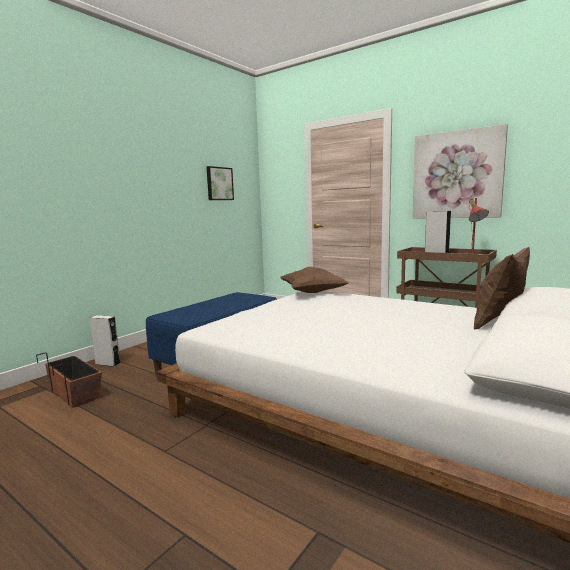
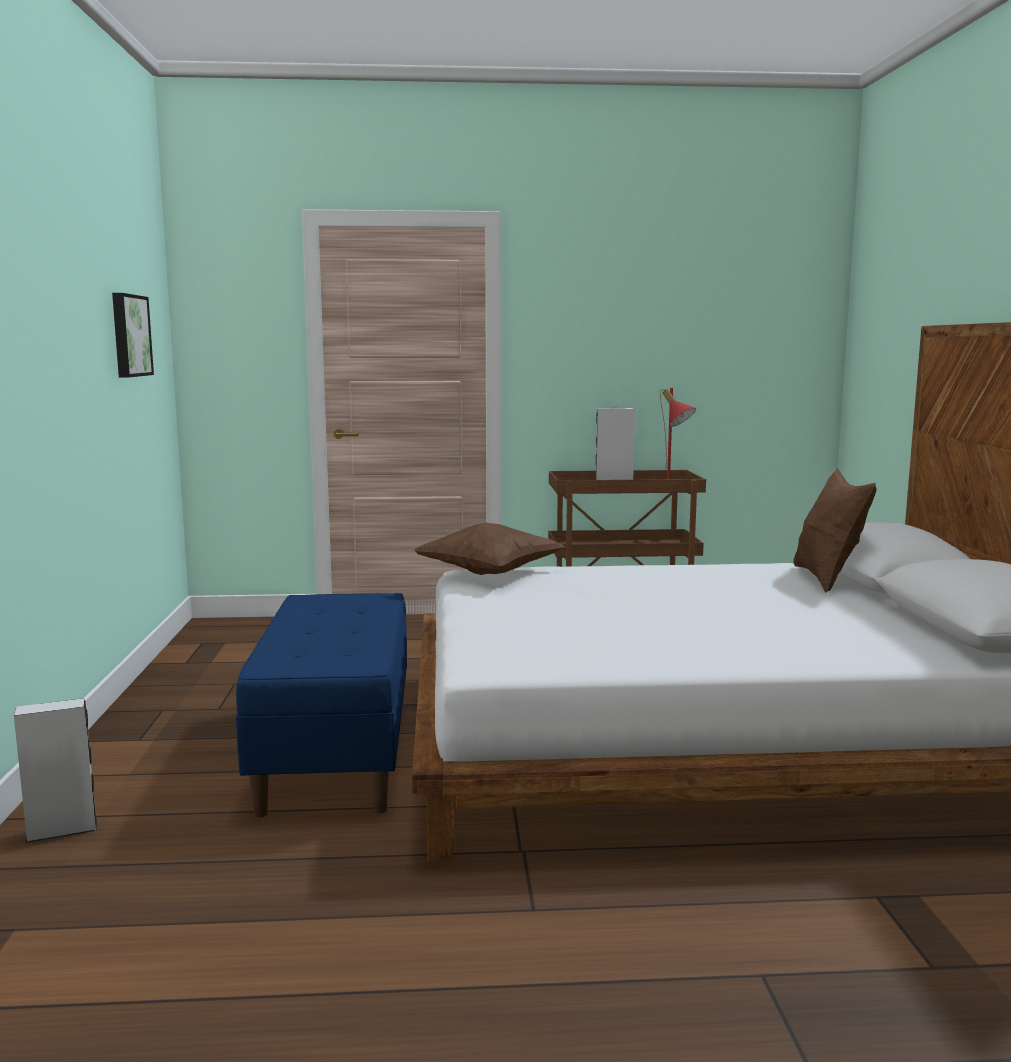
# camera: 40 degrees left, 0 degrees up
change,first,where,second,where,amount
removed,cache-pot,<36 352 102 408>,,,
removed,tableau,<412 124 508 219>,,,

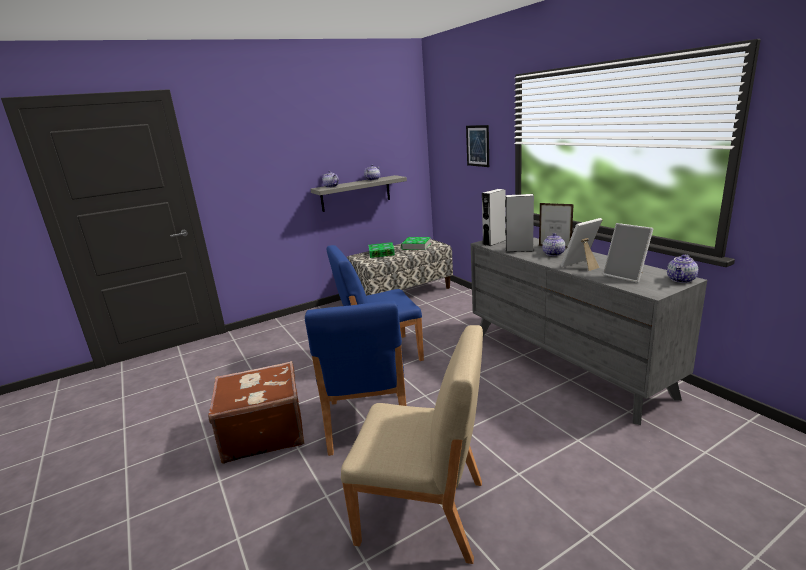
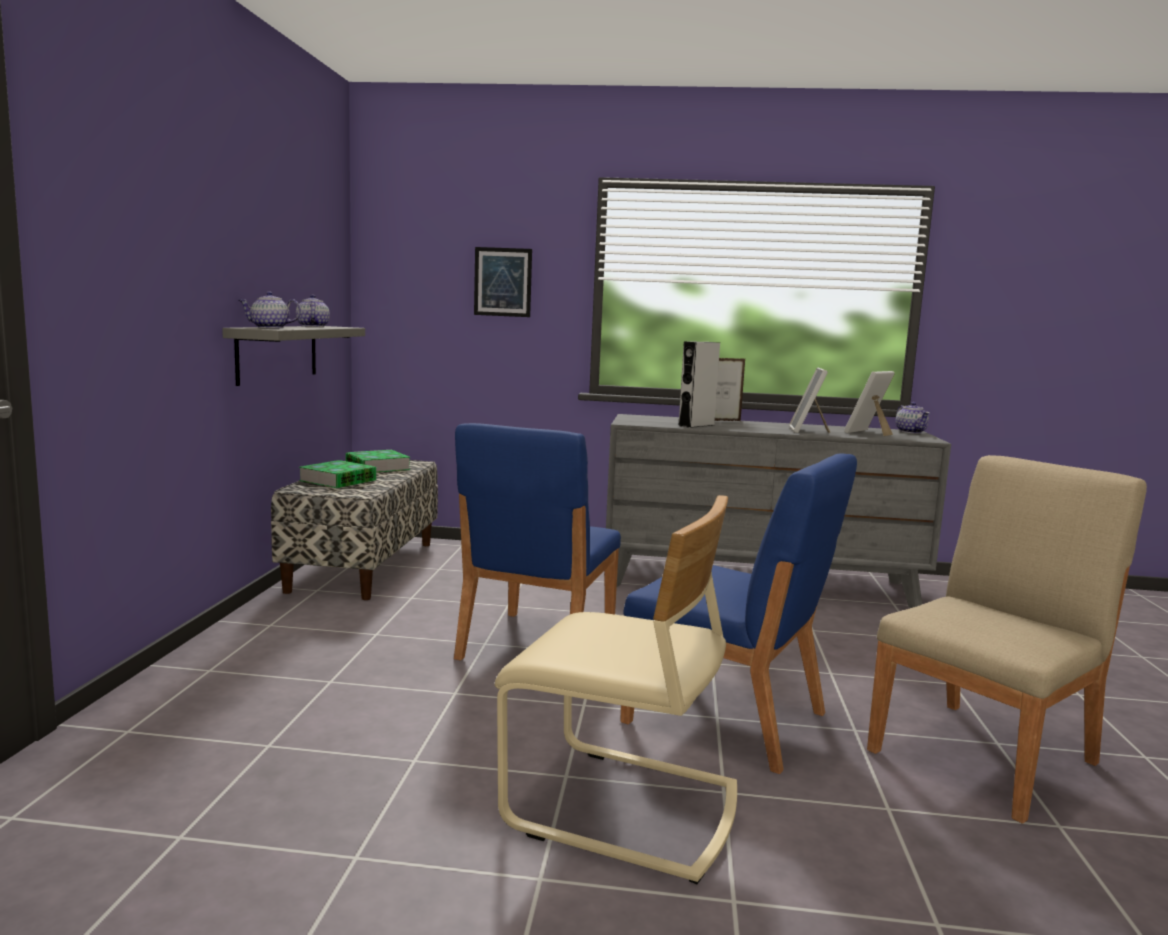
# camera: 55 degrees left, 10 degrees down
change,first,where,second,where,amount
replaced,valise [marron],<208 361 305 464>,chaise [beige],<494 495 737 884>,
removed,enceinte [gris],<482 189 506 246>,,,
removed,théière,<542 233 565 256>,,,
turned,cadre photo,<603 223 654 283>,,<844 371 895 436>,135 degrees clockwise

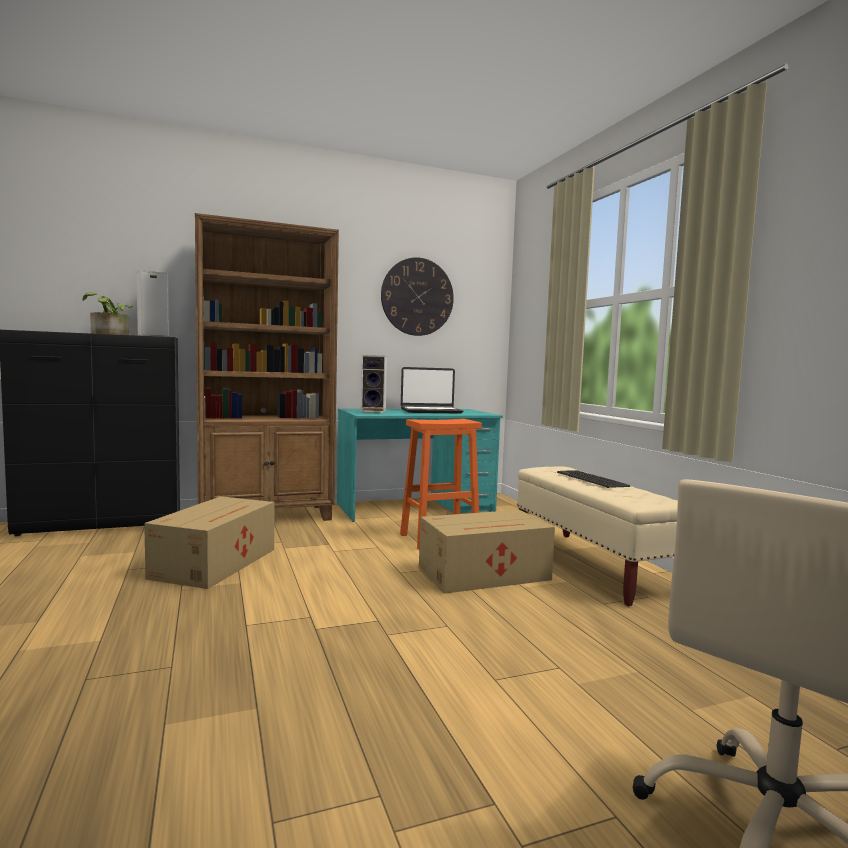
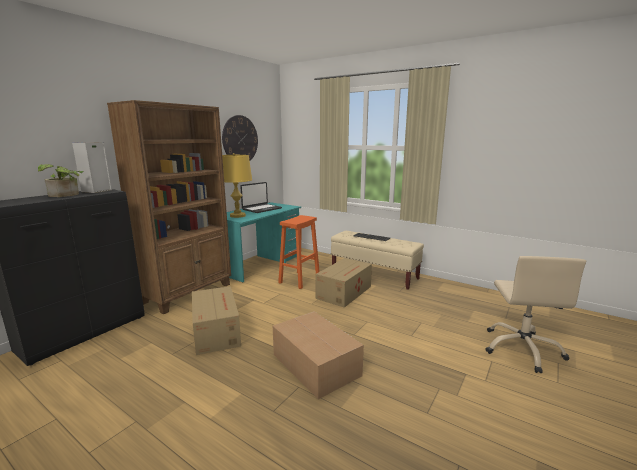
# camera: 35 degrees left, 10 degrees up
change,first,where,second,where,amount
replaced,enceinte,<361 355 387 413>,lampe de table [jaune],<222 153 252 218>,
added,,,carton,<273 311 364 399>,

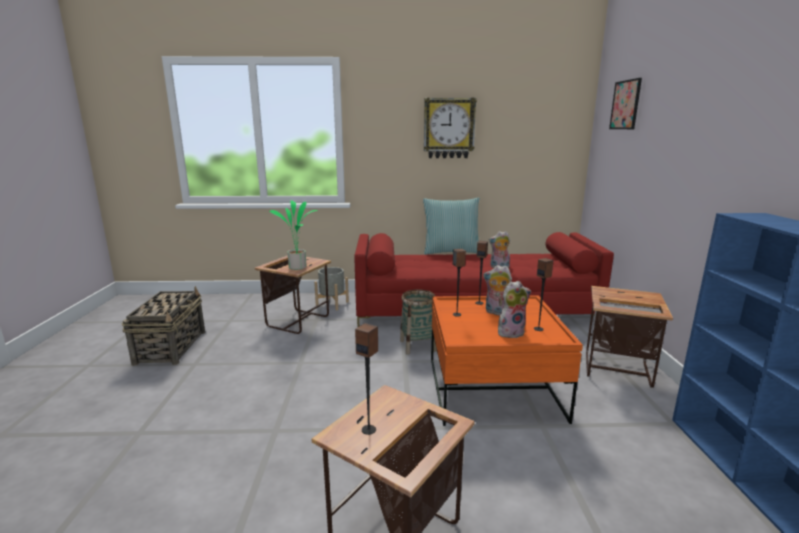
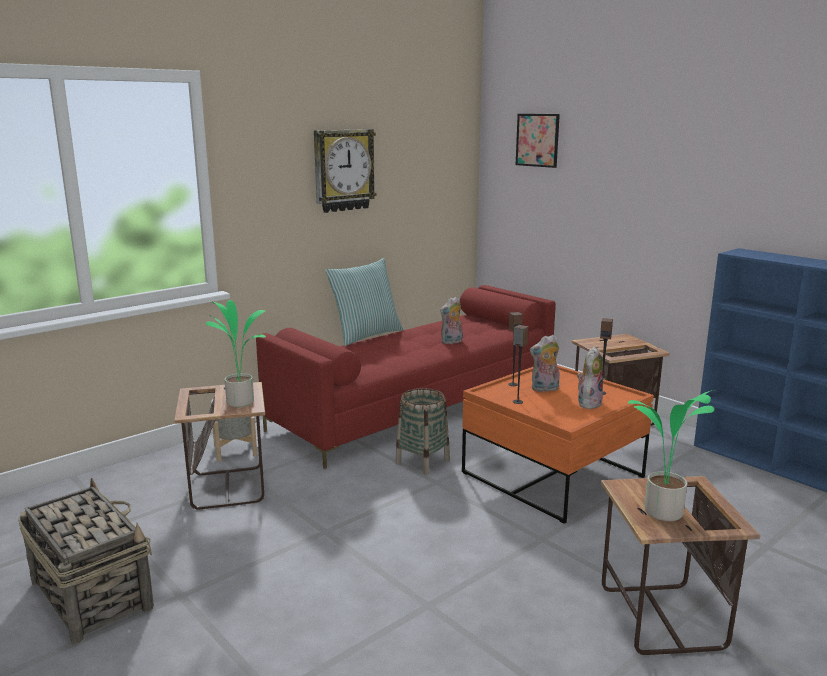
# camera: 40 degrees left, 0 degrees up
change,first,where,second,where,amount
replaced,enceinte,<355 323 378 435>,plante en pot,<628 390 714 521>,

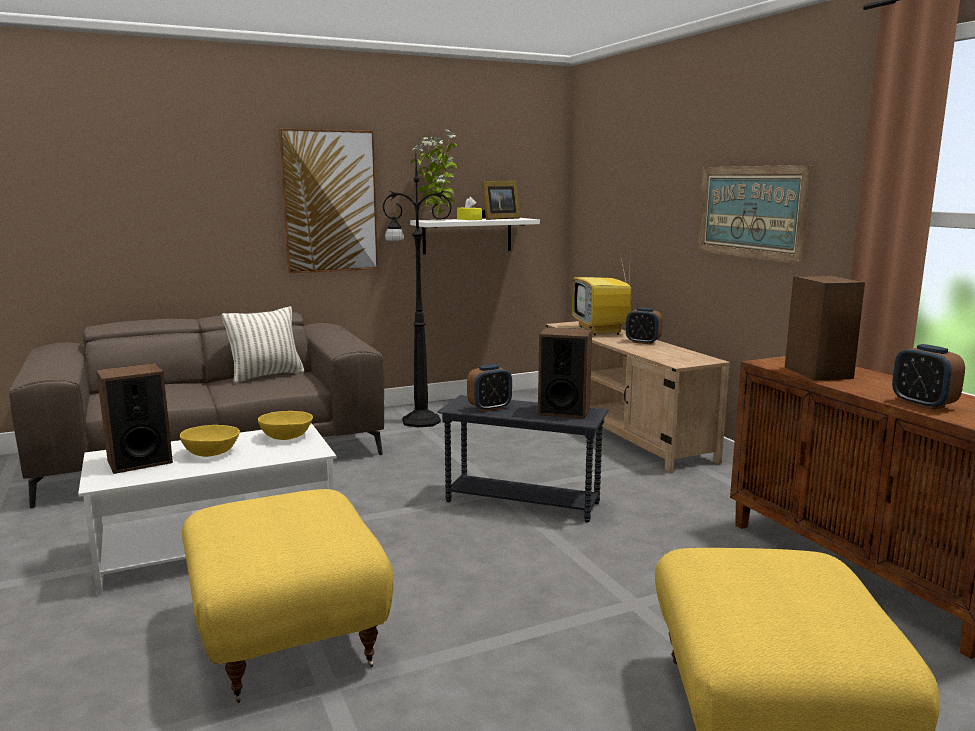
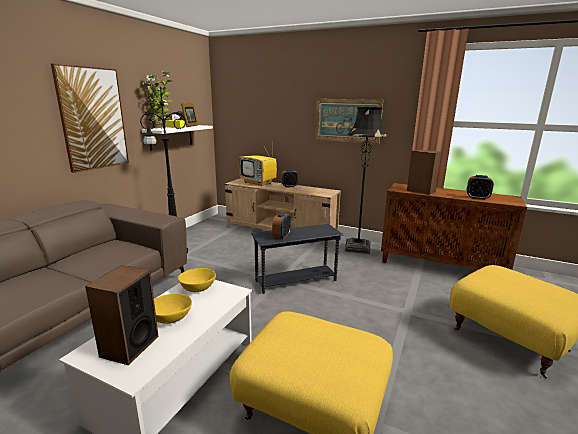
# camera: 40 degrees left, 5 degrees up
change,first,where,second,where,amount
removed,coussin,<222 307 304 383>,,,
removed,enceinte,<538 327 592 419>,,,
added,,,lampadaire [noir],<345 107 387 254>,

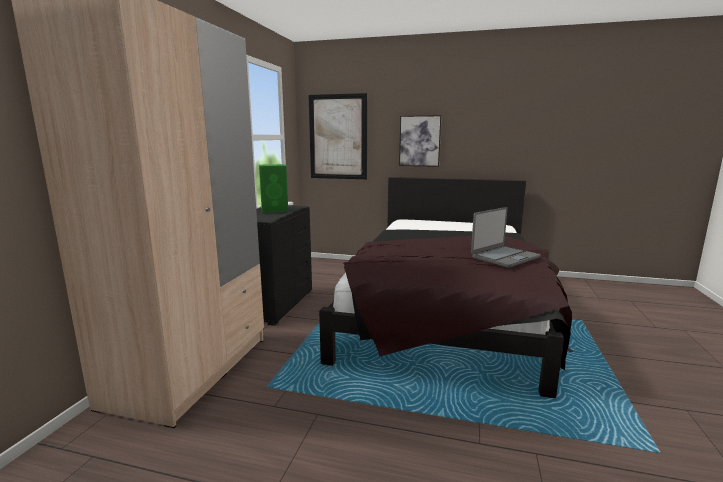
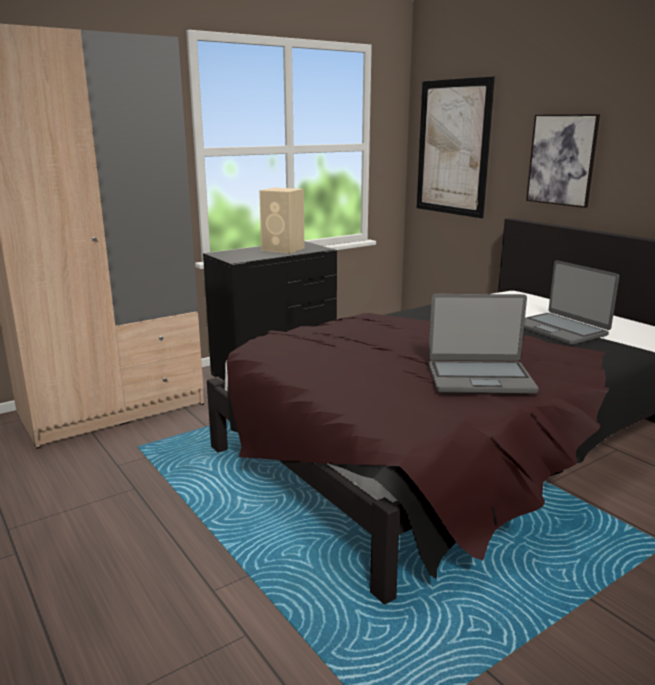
# camera: 40 degrees right, 5 degrees up
change,first,where,second,where,amount
recoloured,enceinte [vert],<259 164 288 213>,enceinte [beige],<259 188 304 253>,
added,,,ordinateur portable,<524 260 619 345>,

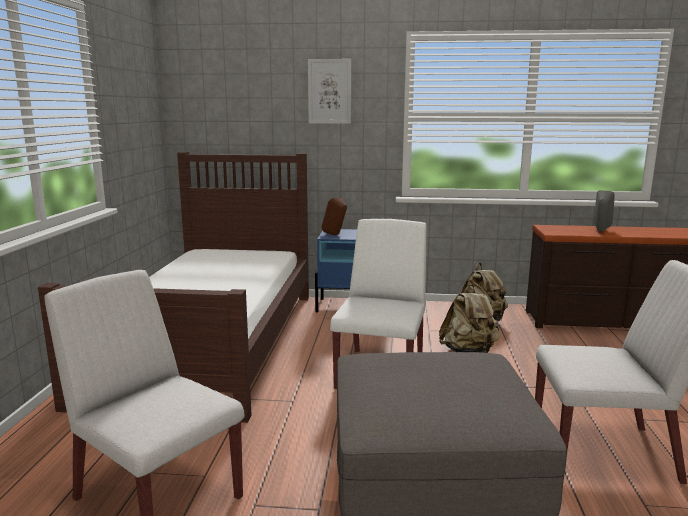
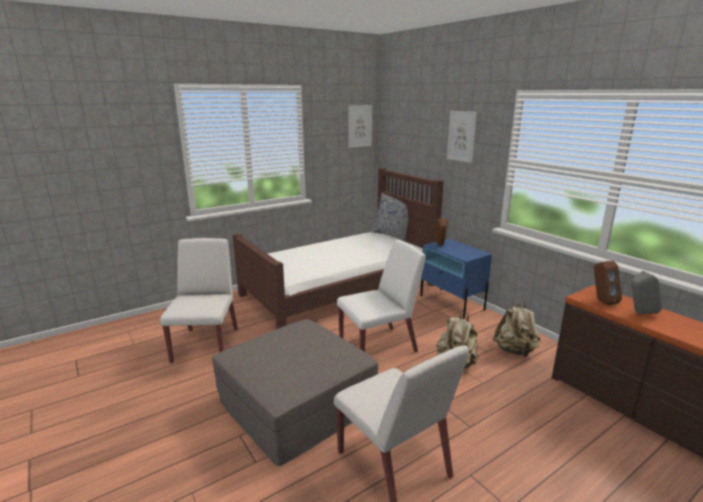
# camera: 50 degrees right, 5 degrees up
change,first,where,second,where,amount
added,,,tableau,<349 105 372 148>,
added,,,coussin,<371 193 416 241>,
added,,,enceinte [marron],<594 261 622 306>,

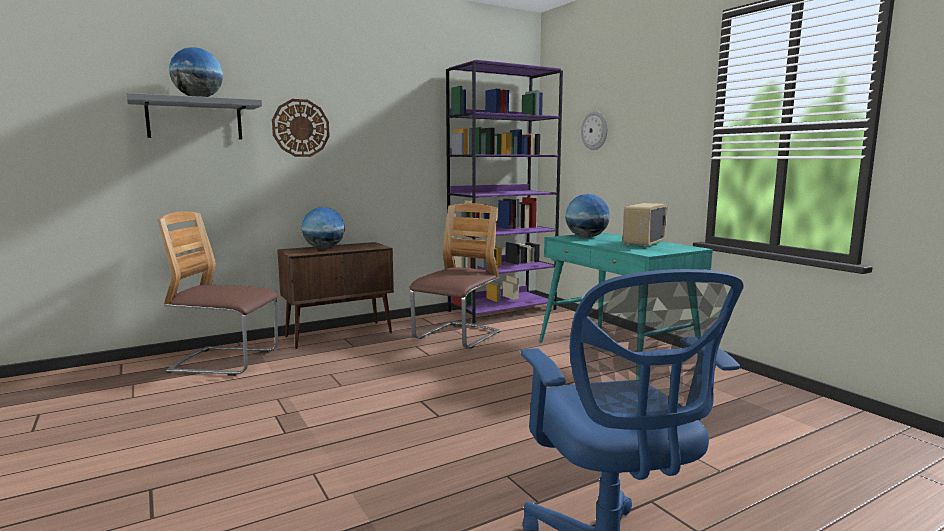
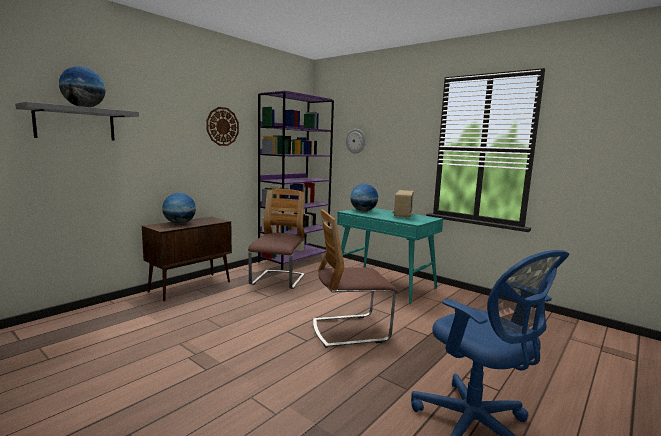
# camera: 20 degrees left, 0 degrees up
change,first,where,second,where,amount
moved,chaise,<158 212 278 376>,,<313 209 397 348>,
moved,horloge murale,<272 99 330 157>,,<206 107 239 146>,

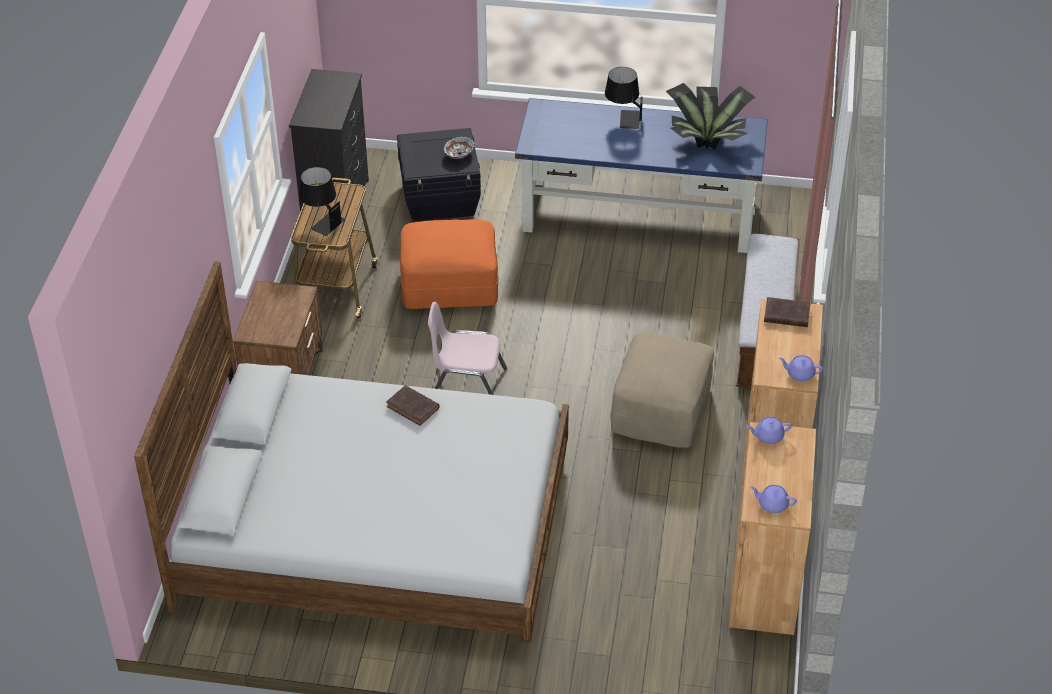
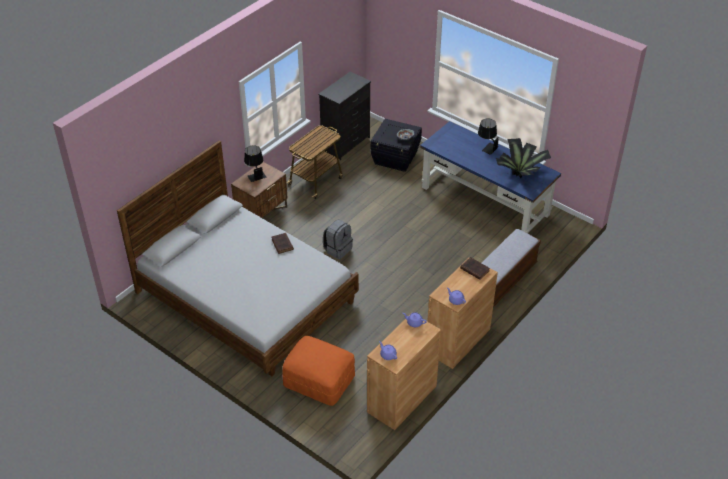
# camera: 30 degrees right, 0 degrees up
change,first,where,second,where,amount
moved,lampe de table [noir],<300 167 345 236>,,<244 145 266 182>,
moved,pouf [orange],<400 219 498 309>,,<282 336 355 406>,
replaced,chaise [rose],<428 302 507 395>,sac à dos [gris],<323 219 353 259>,
removed,pouf [beige],<611 333 714 448>,,,

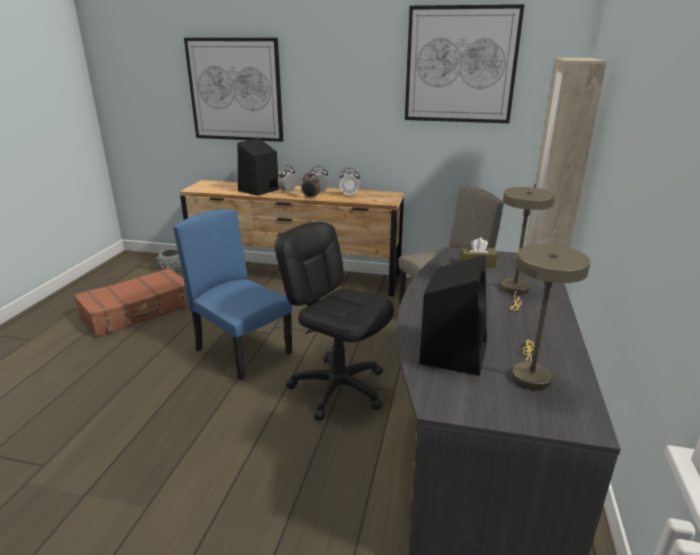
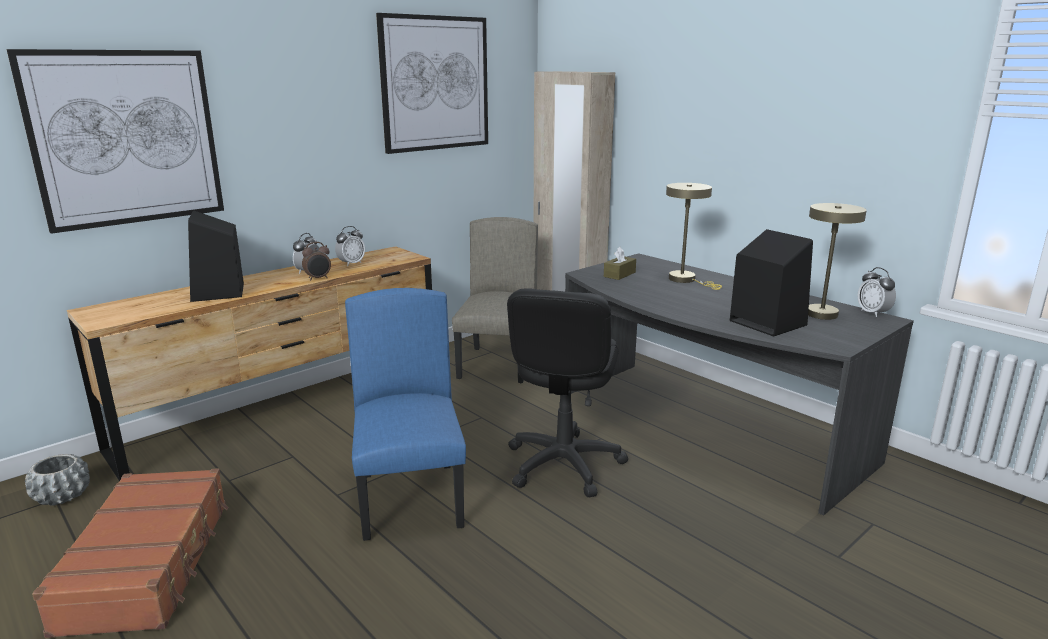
# camera: 55 degrees left, 5 degrees down
change,first,where,second,where,amount
turned,chaise [bleu],<173 209 293 380>,,<345 288 466 541>,90 degrees clockwise
turned,chaise de bureau [noir],<275 222 394 421>,,<507 288 628 498>,60 degrees counterclockwise
moved,réveil,<278 165 297 192>,,<857 267 896 317>,

